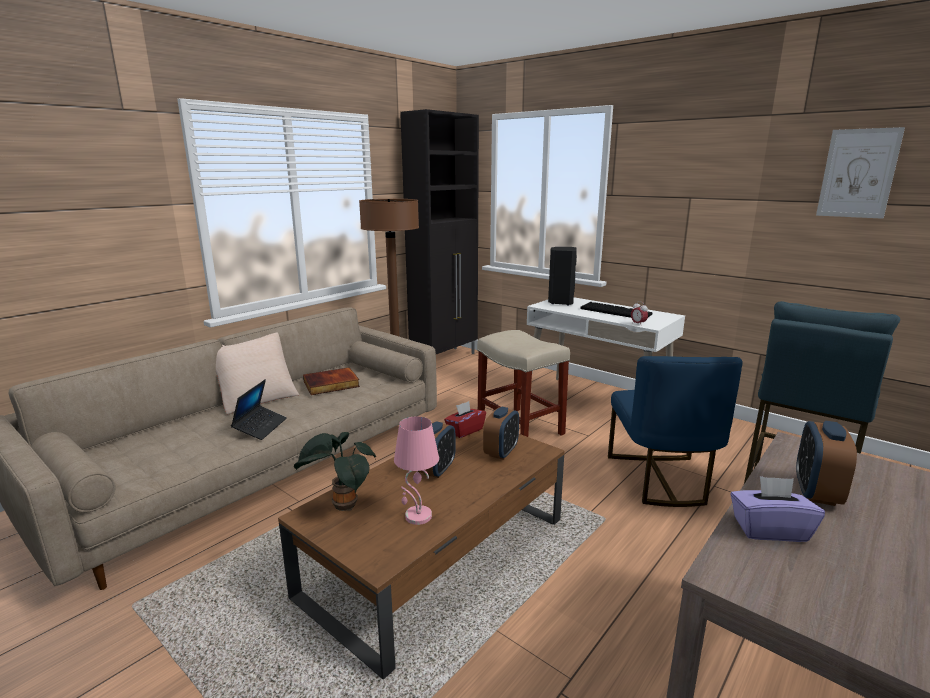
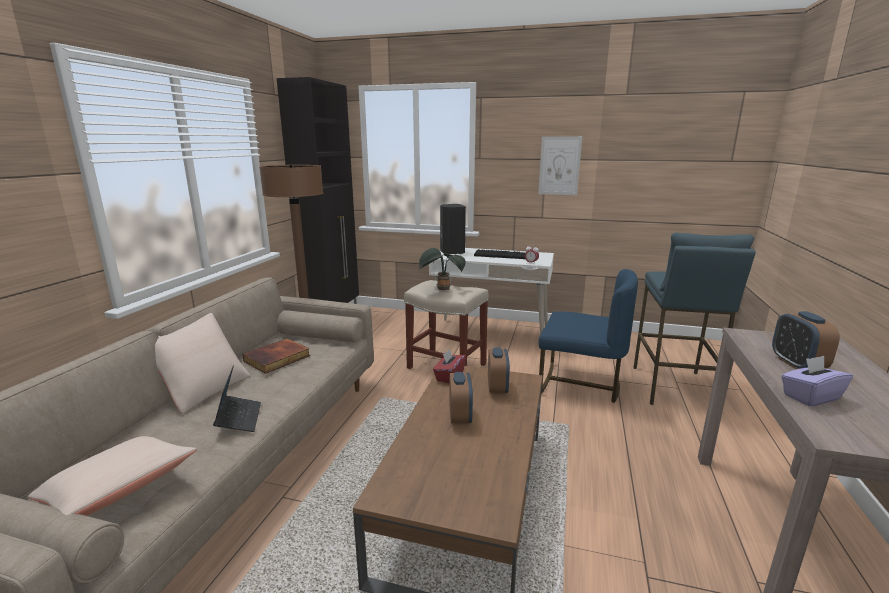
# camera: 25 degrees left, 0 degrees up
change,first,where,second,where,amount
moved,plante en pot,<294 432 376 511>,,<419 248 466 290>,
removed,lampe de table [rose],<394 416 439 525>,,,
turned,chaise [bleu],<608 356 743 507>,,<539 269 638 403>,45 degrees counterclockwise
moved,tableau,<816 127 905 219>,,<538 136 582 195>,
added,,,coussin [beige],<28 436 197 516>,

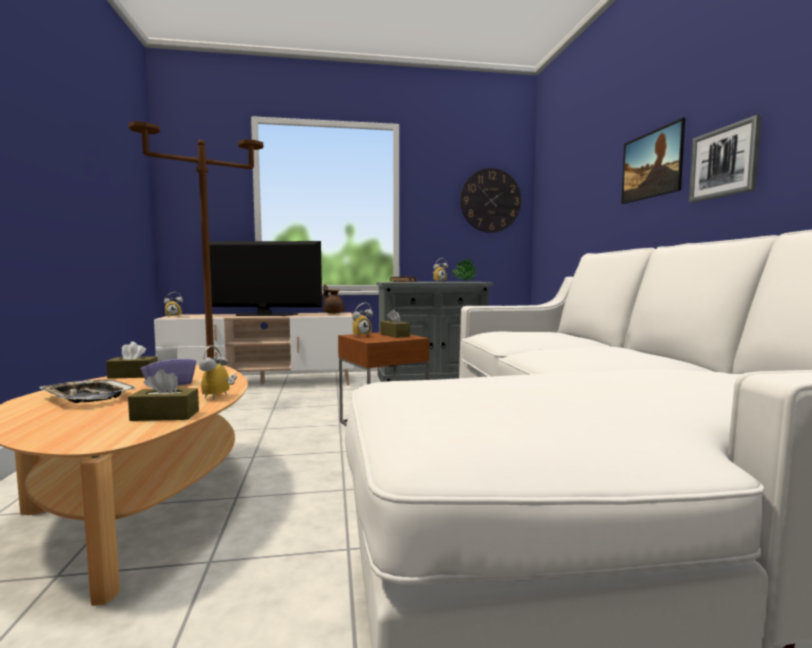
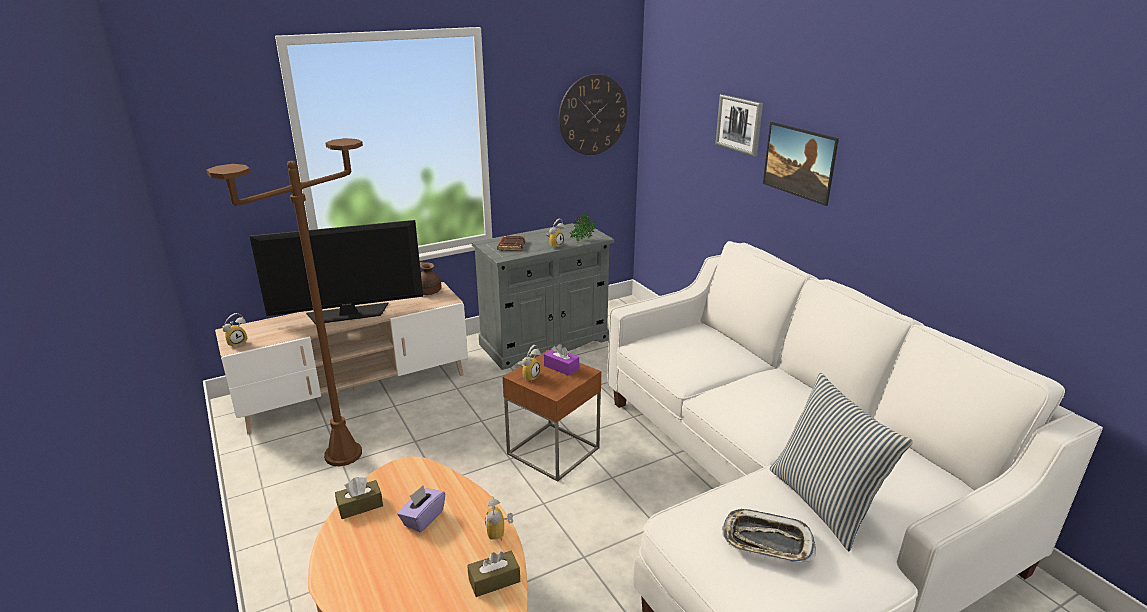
# camera: 20 degrees left, 20 degrees up
change,first,where,second,where,amount
moved,plateau,<39 380 136 403>,,<722 509 816 563>,
recoloured,boîte à mouchoirs [marron],<380 309 410 338>,boîte à mouchoirs [violet],<544 344 579 376>,
moved,tableau,<689 115 761 203>,,<715 94 763 157>,
added,,,coussin,<770 373 913 552>,

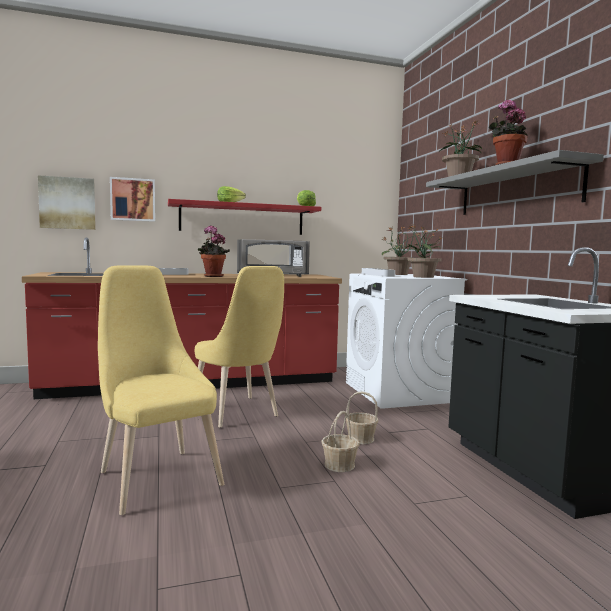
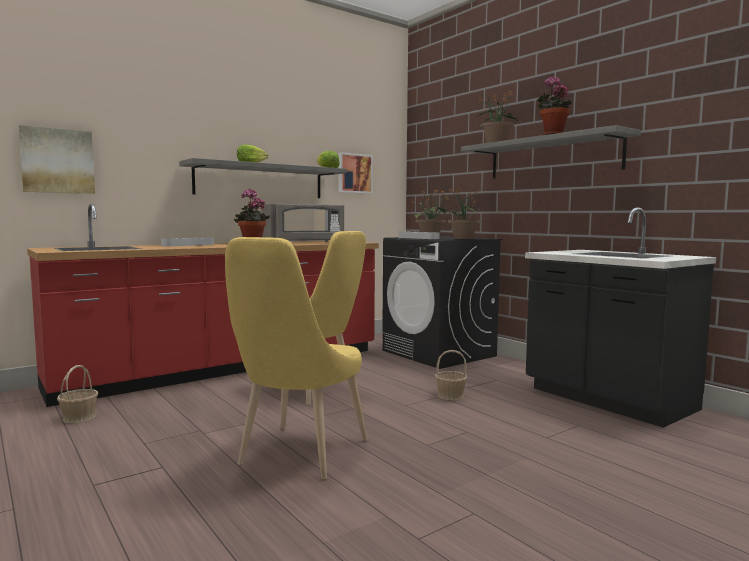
# camera: 20 degrees left, 0 degrees up
change,first,where,second,where,amount
turned,chaise [jaune],<98 266 224 515>,,<225 237 368 480>,105 degrees counterclockwise
moved,tableau,<110 177 155 222>,,<338 152 373 194>,
recoloured,étagère [rouge],<168 199 321 235>,étagère [gris],<179 158 347 198>,
moved,panier,<321 411 360 472>,,<57 365 98 423>,
recoloured,lave-linge [blanc],<346 273 467 409>,lave-linge [noir],<382 236 503 369>,

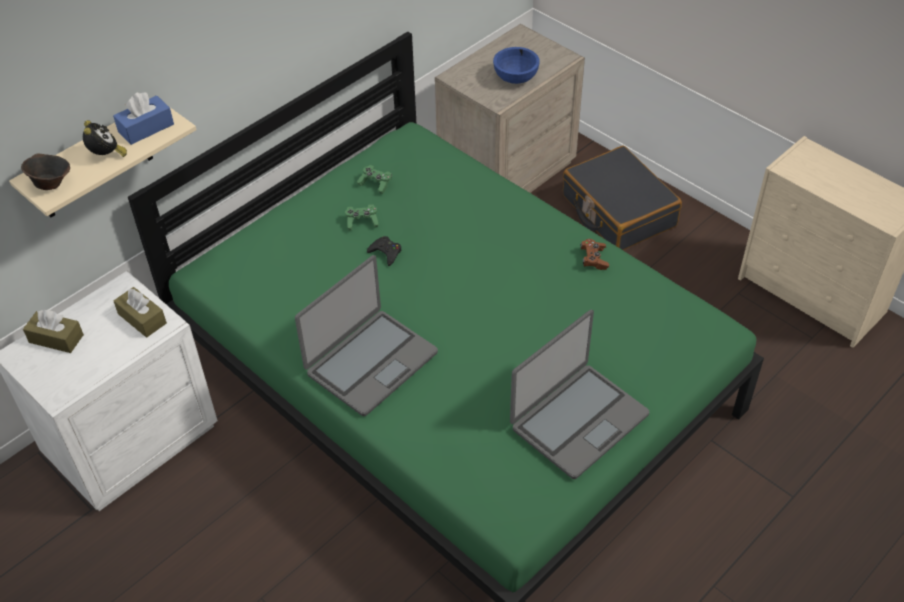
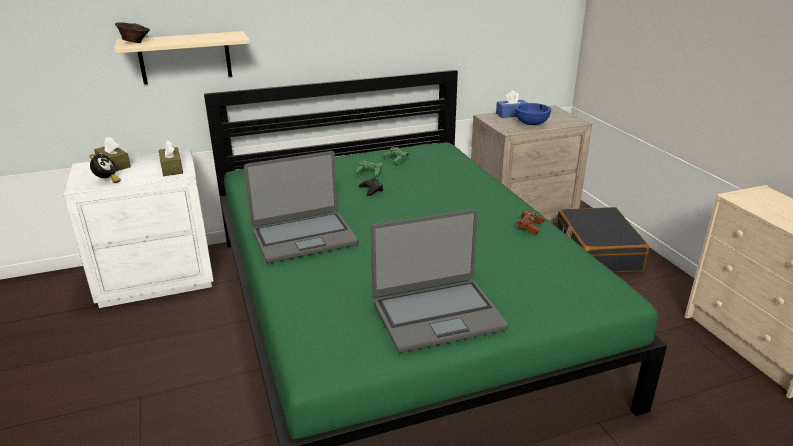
# camera: 25 degrees right, 20 degrees down
change,first,where,second,where,amount
moved,réveil,<83 120 127 157>,,<90 152 121 183>,
moved,boîte à mouchoirs [bleu],<113 92 174 145>,,<496 90 527 118>,

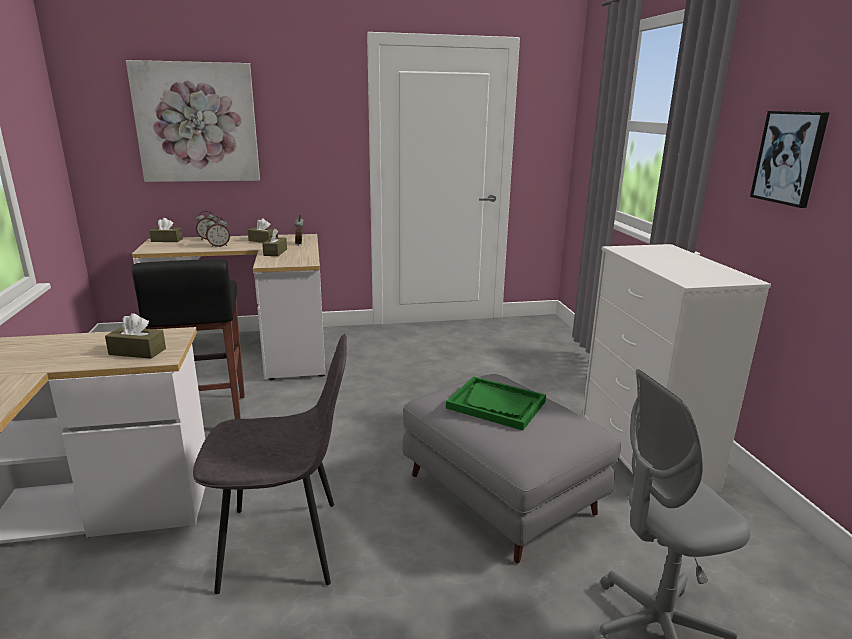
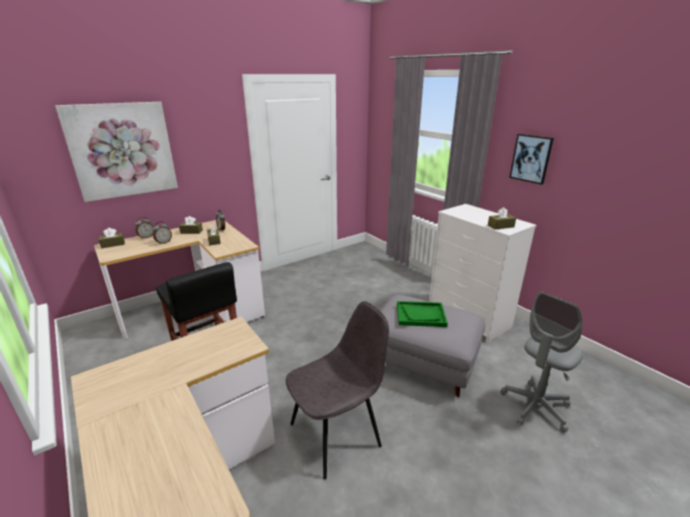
# camera: 25 degrees left, 5 degrees up
change,first,where,second,where,amount
moved,boîte à mouchoirs [marron],<105 313 166 359>,,<488 207 516 230>,

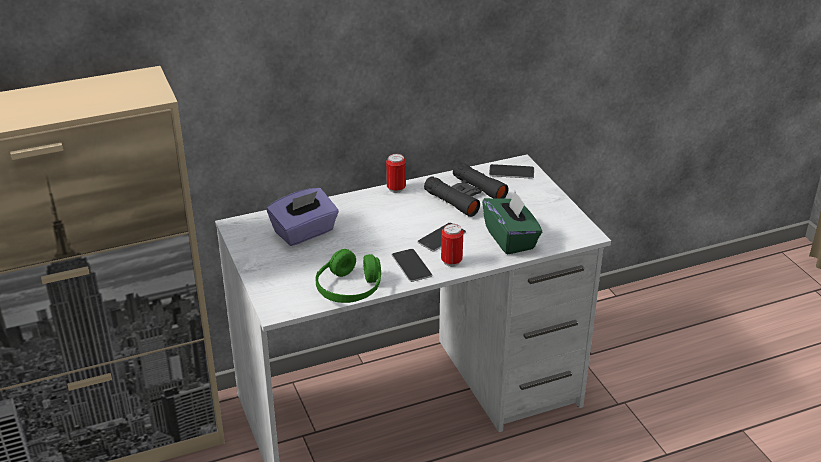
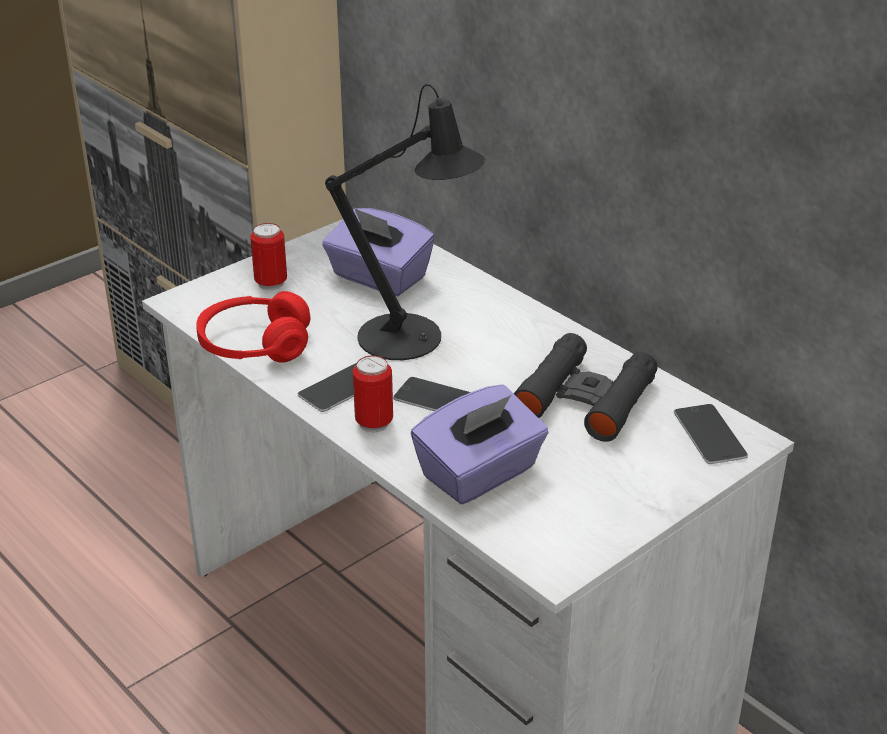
# camera: 70 degrees right, 0 degrees up
change,first,where,second,where,amount
recoloured,casque audio [vert],<316 249 381 303>,casque audio [rouge],<197 291 310 362>,
moved,boîte métallique,<386 154 406 193>,,<250 223 287 290>,
recoloured,boîte à mouchoirs [vert],<482 191 542 255>,boîte à mouchoirs [violet],<411 385 549 504>,
added,,,lampe de table [noir],<325 84 485 360>,

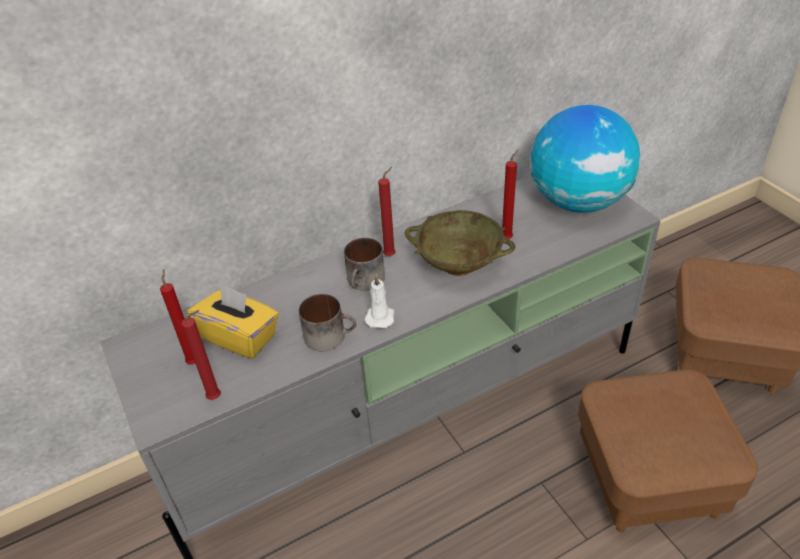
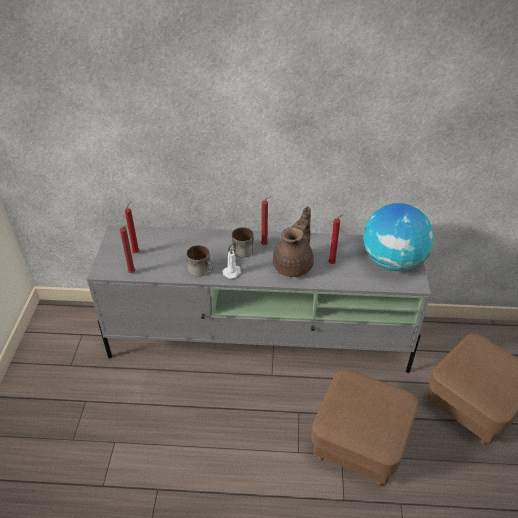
# camera: 30 degrees right, 0 degrees up
change,first,where,second,where,amount
removed,boîte à mouchoirs [jaune],<187 284 279 359>,,,
replaced,bol [beige],<405 210 516 276>,théière [marron],<273 206 314 277>,

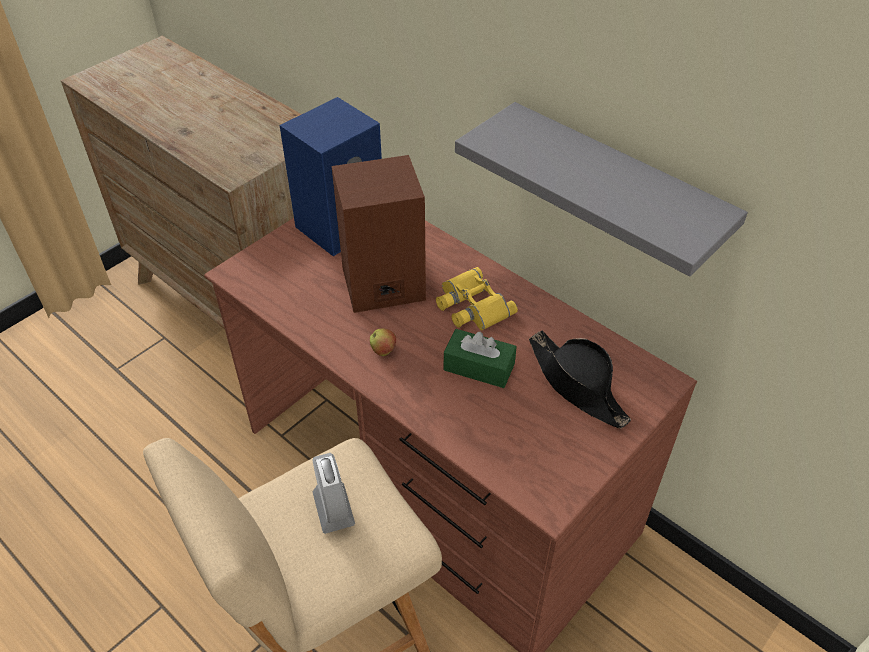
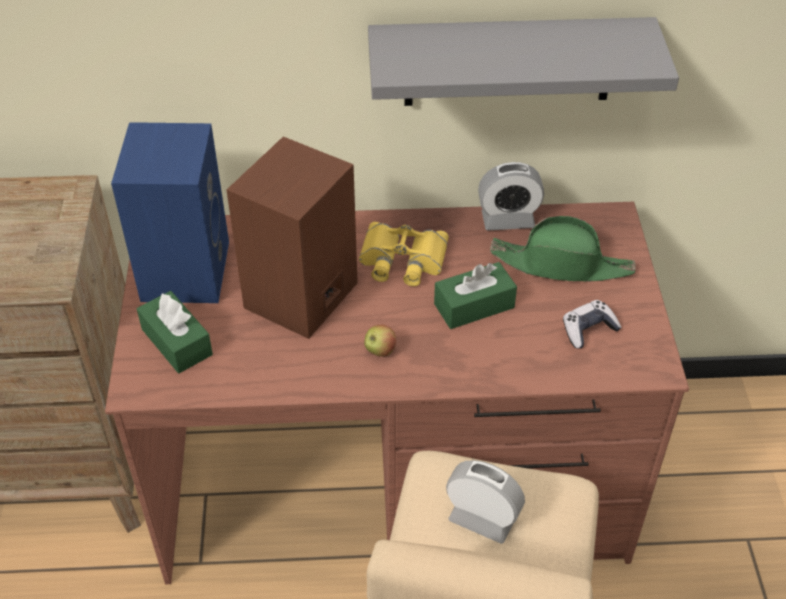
# camera: 45 degrees left, 0 degrees up
change,first,where,second,where,amount
recoloured,chapeau [noir],<529 331 631 429>,chapeau [vert],<490 216 636 282>,
added,,,boîte à mouchoirs [vert],<137 291 213 373>,
added,,,réveil,<478 162 544 231>,
added,,,manette,<563 300 622 349>,

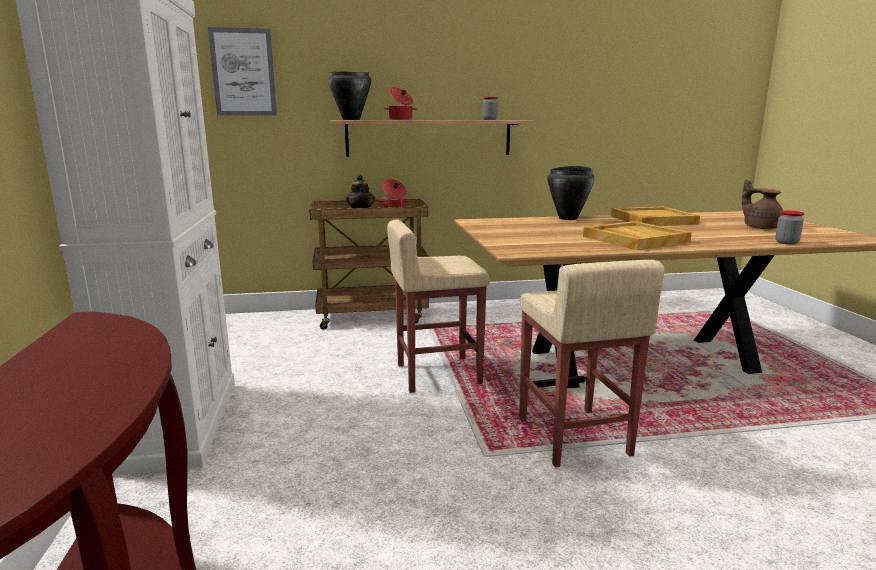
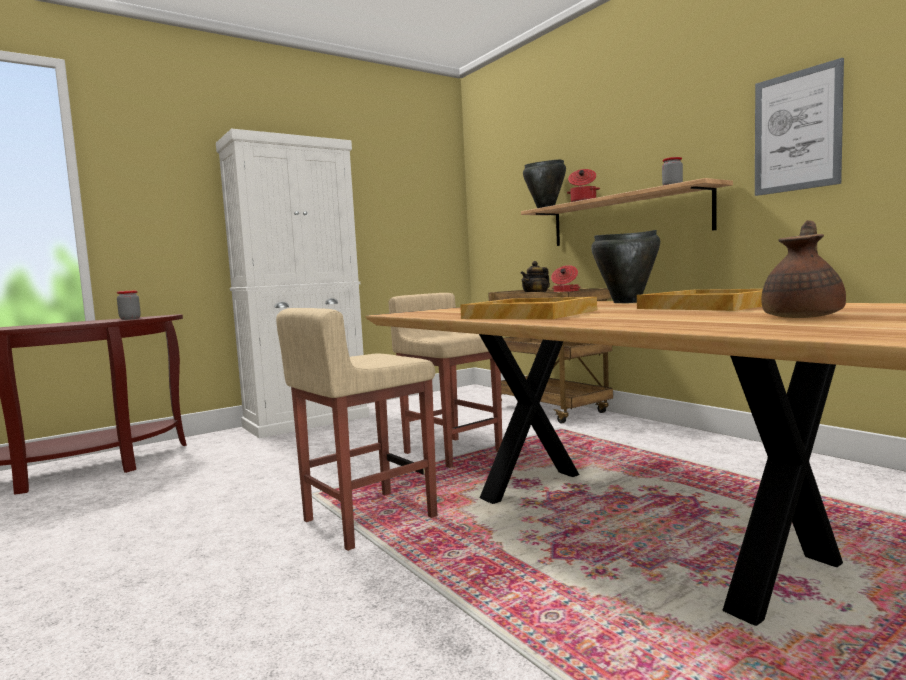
# camera: 65 degrees right, 10 degrees down
change,first,where,second,where,amount
moved,tableau,<208 27 277 116>,,<755 58 844 196>,
moved,bocal,<775 211 804 245>,,<117 291 141 320>,

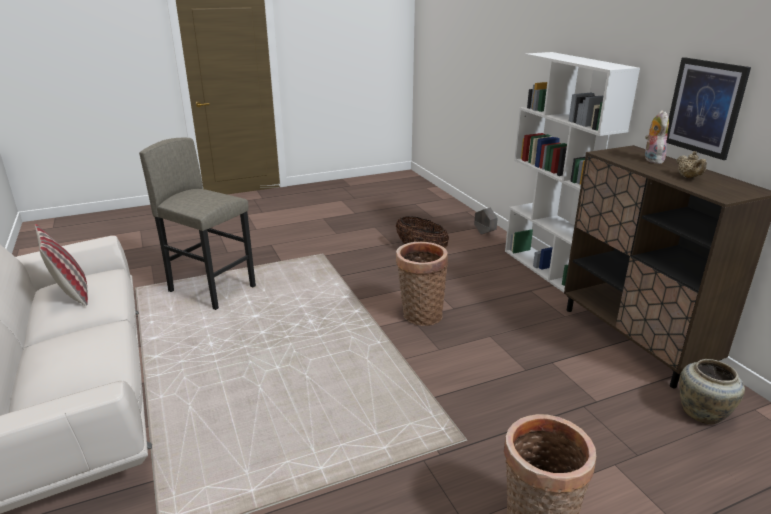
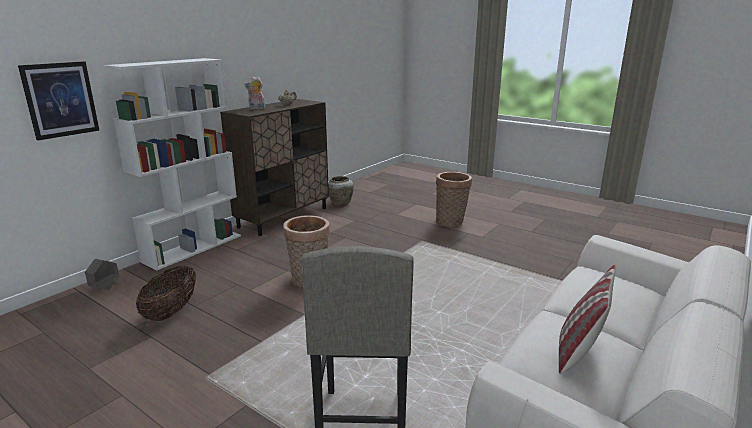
# camera: 120 degrees left, 5 degrees down
change,first,where,second,where,amount
moved,tableau,<667 57 751 160>,,<18 61 99 141>,

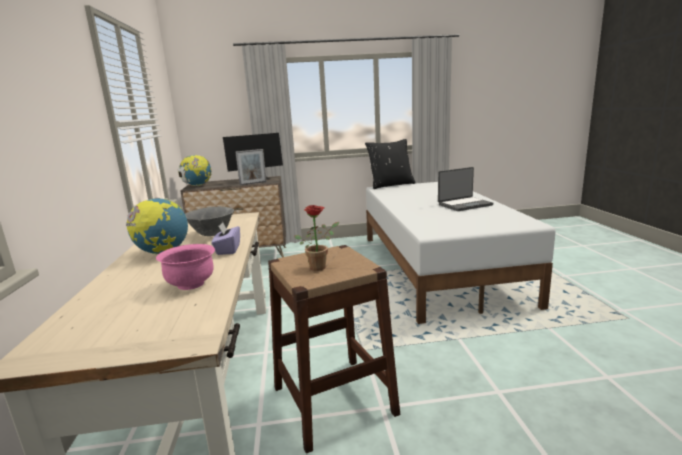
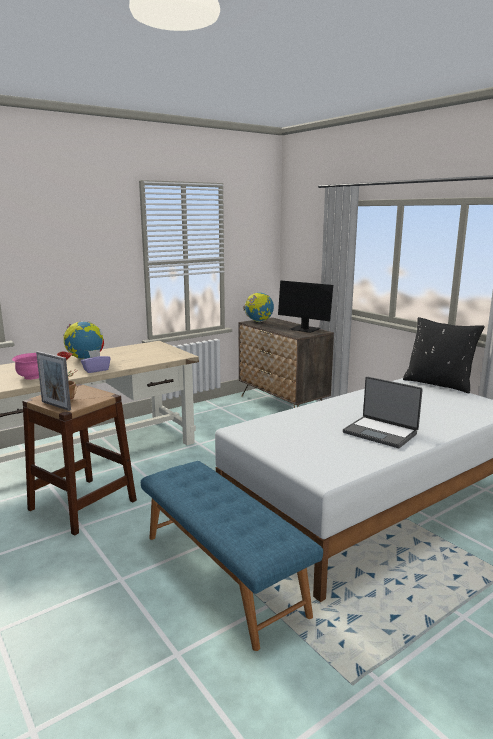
# camera: 60 degrees right, 0 degrees up
change,first,where,second,where,amount
removed,bol [gris],<185 207 234 236>,,,
moved,cadre photo,<235 149 267 185>,,<36 351 71 411>,
added,,,banc [bleu],<141 461 323 651>,

